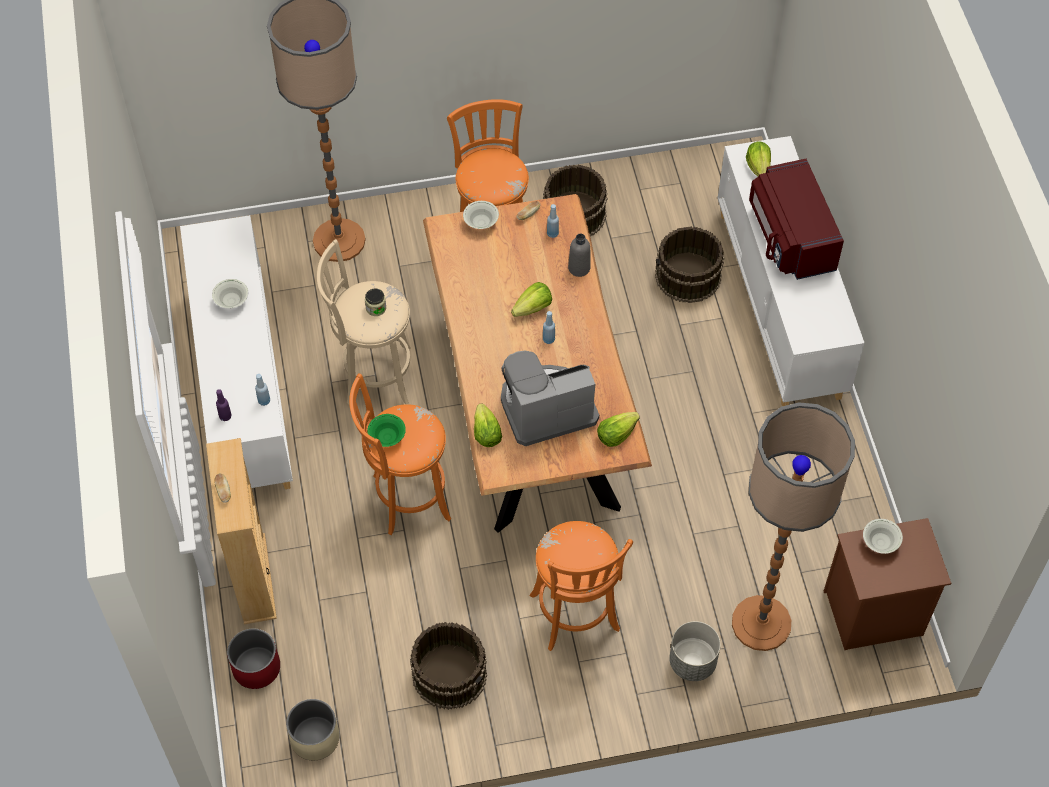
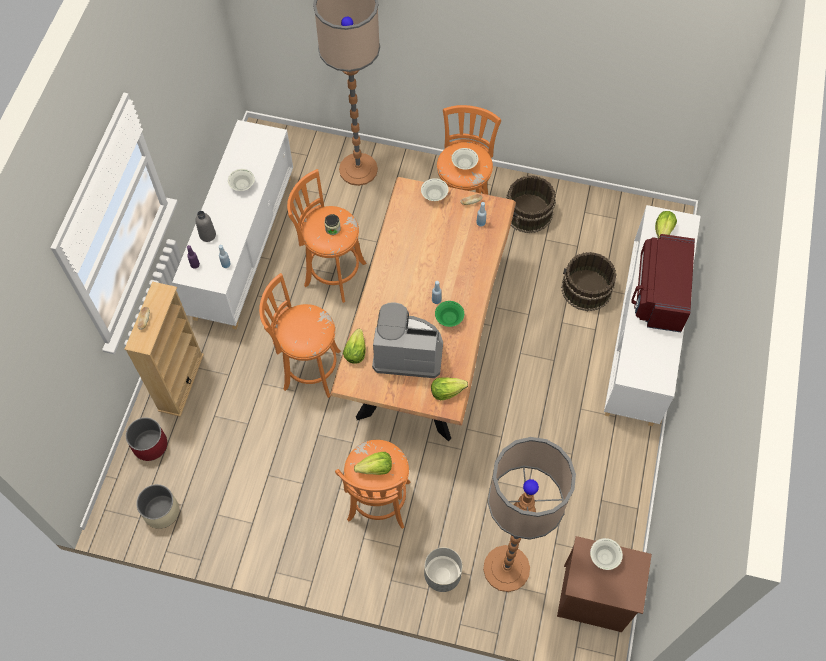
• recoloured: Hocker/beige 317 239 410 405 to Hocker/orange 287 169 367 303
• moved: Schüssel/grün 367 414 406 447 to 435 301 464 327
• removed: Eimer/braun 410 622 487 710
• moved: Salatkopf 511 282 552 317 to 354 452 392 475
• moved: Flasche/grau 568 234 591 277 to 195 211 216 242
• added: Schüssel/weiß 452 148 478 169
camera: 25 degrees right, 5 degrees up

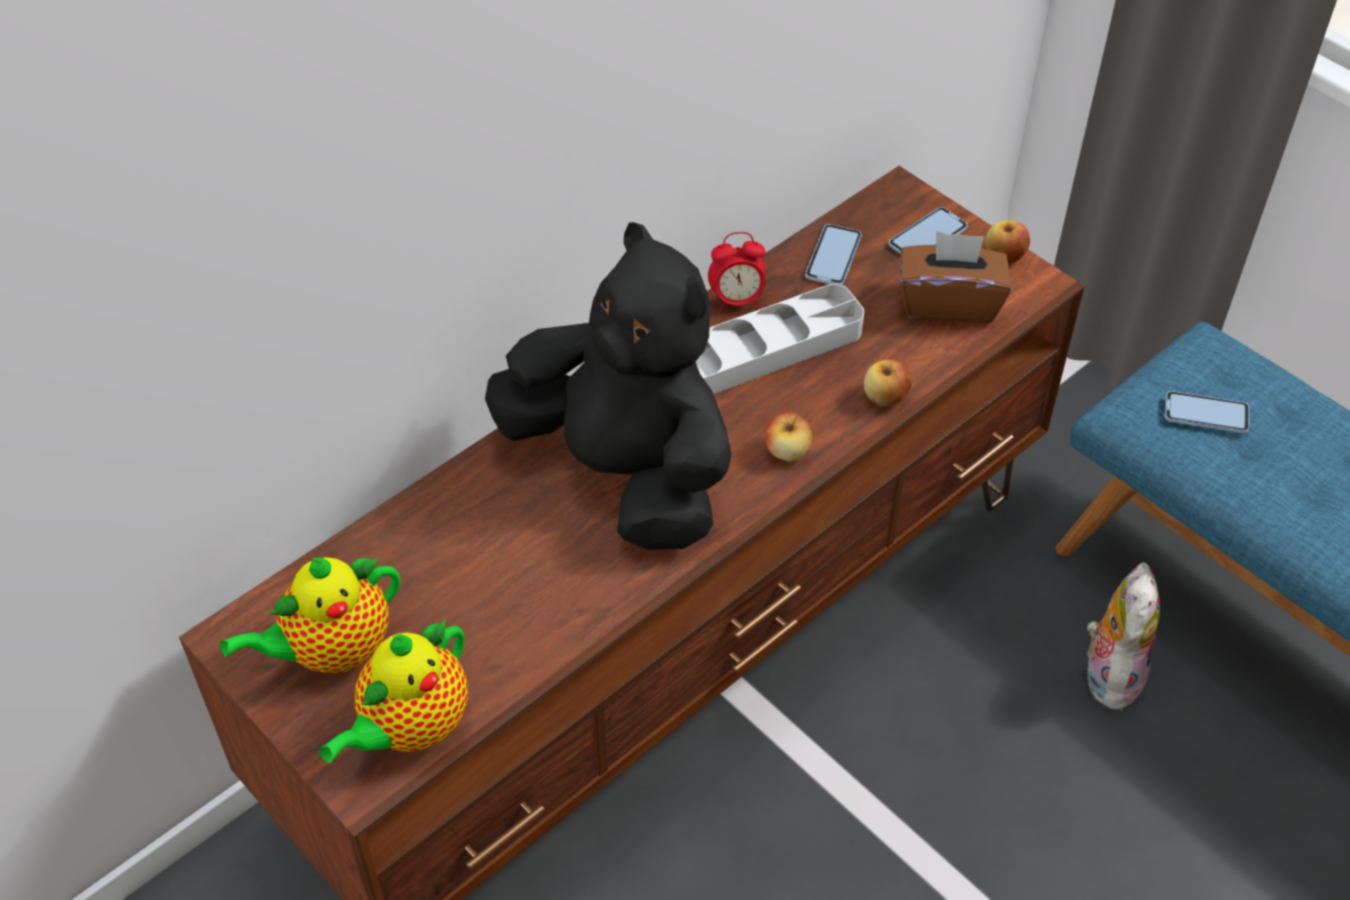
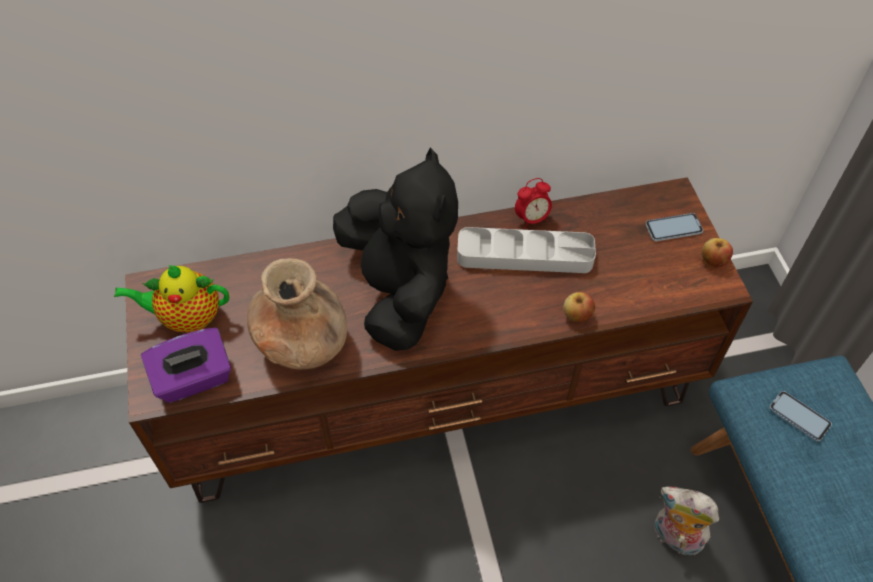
• replaced: Teekanne 319 619 468 763 to Taschentuchbox/lila 141 328 231 403
• turned: Wecker 708 232 766 311 = 515 178 552 229 45 degrees counterclockwise
• removed: Apfel 765 411 813 461
• removed: Handy 805 224 862 285
• removed: Taschentuchbox/braun 900 231 1012 323
• turned: Plüschtier 1087 562 1160 711 = 654 486 719 555 105 degrees counterclockwise
• added: Vase/braun 247 258 347 370
camera: 30 degrees right, 5 degrees up

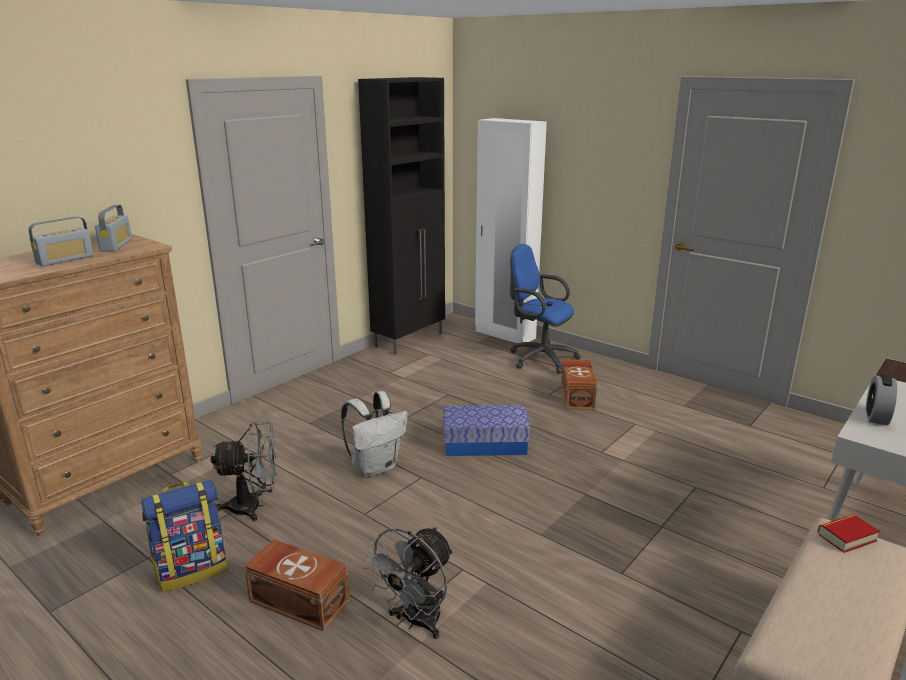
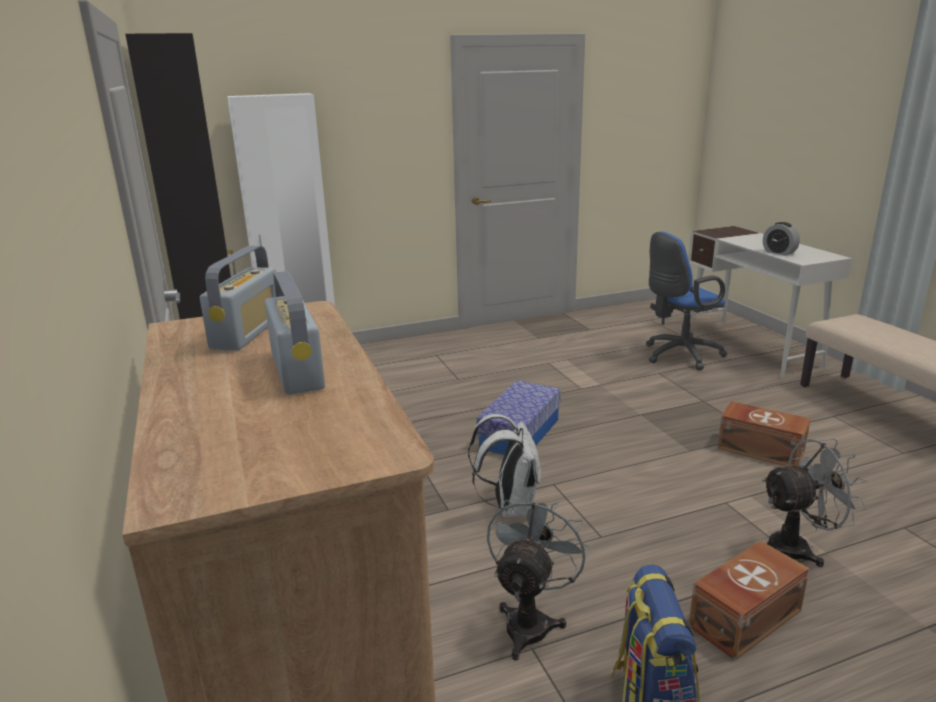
• turned: Radio 95 205 132 252 = 200 246 276 351 75 degrees clockwise
• turned: Ventilator/grau 363 527 453 639 = 762 439 867 567 75 degrees counterclockwise
• moved: Bürostuhl/blau 510 244 581 374 to 646 232 727 370
• moved: Aufbewahrungsbox/braun 561 359 597 410 to 717 401 811 467
• removed: Buch 818 514 880 553
camera: 60 degrees left, 0 degrees up

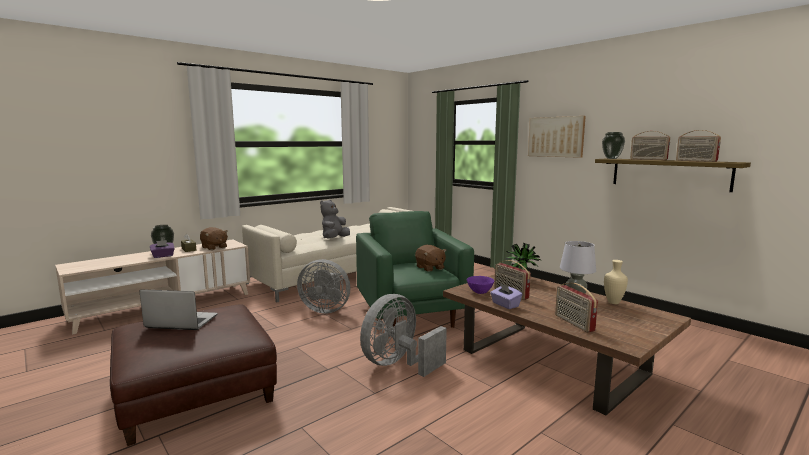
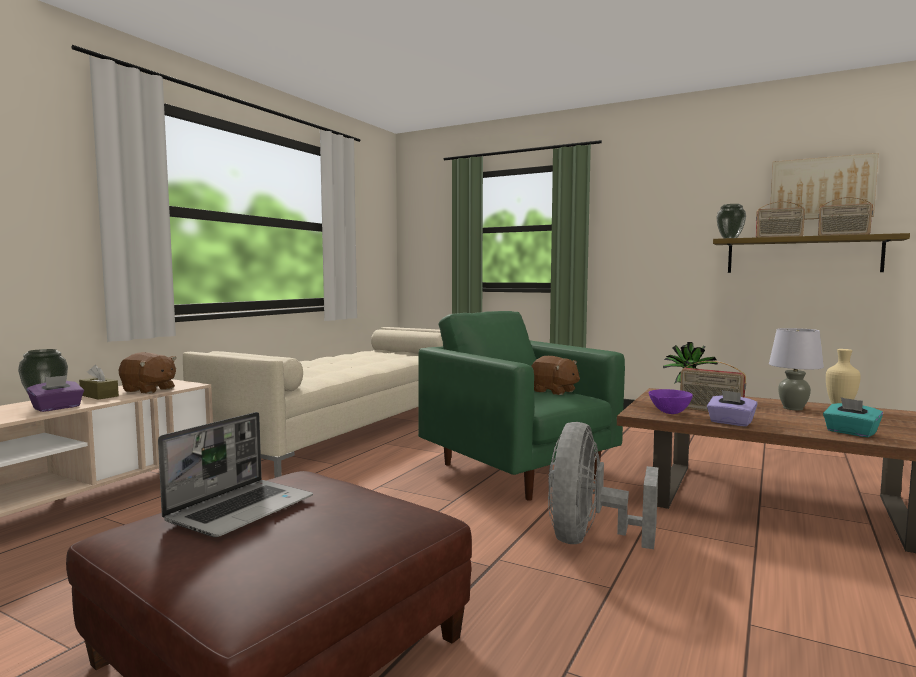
• turned: Laptop 139 289 218 330 = 158 412 313 537 135 degrees clockwise
• removed: Ventilator/grau 297 259 350 314
• removed: Plüschtier/grau 320 200 350 238
• moved: Bild 528 116 586 158 to 770 153 878 219
• replaced: Radio 555 283 598 332 to Taschentuchbox/türkis 823 397 883 437
camera: 20 degrees left, 5 degrees down

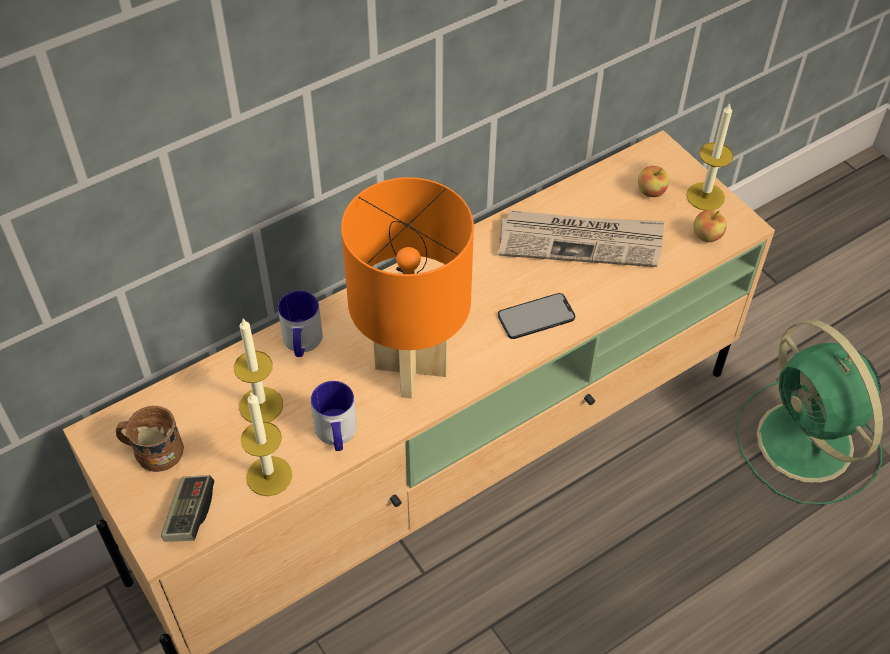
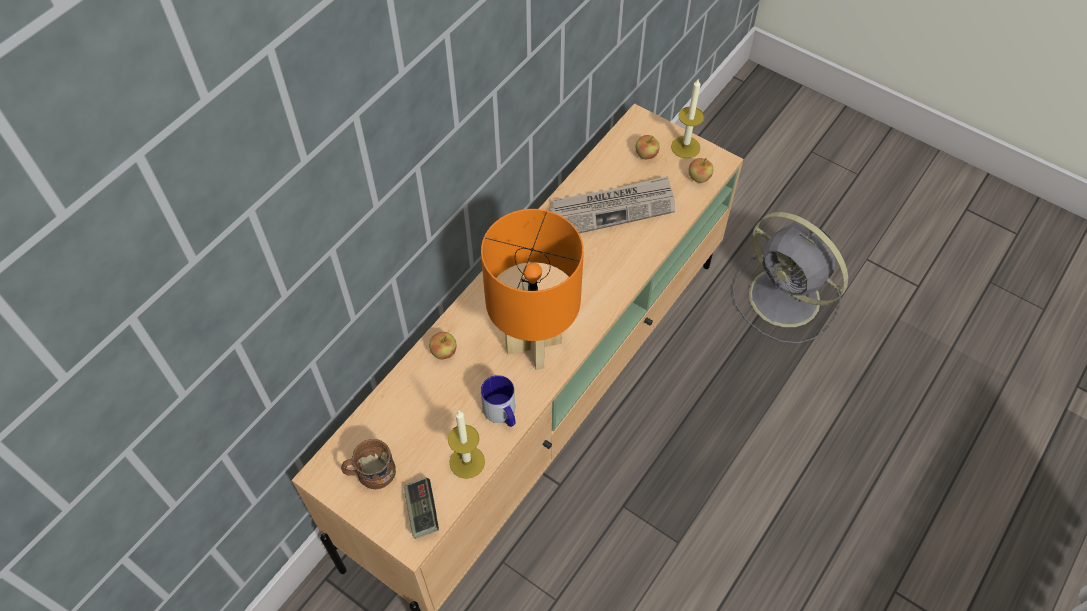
• removed: Kerze 234 319 283 423
• replaced: Henkelbecher 278 291 323 357 to Apfel 429 332 457 359
• removed: Handy 498 293 575 339
• recoloured: Ventilator/grün 735 319 883 505 to Ventilator/grau 732 212 848 344
camera: 20 degrees left, 5 degrees up

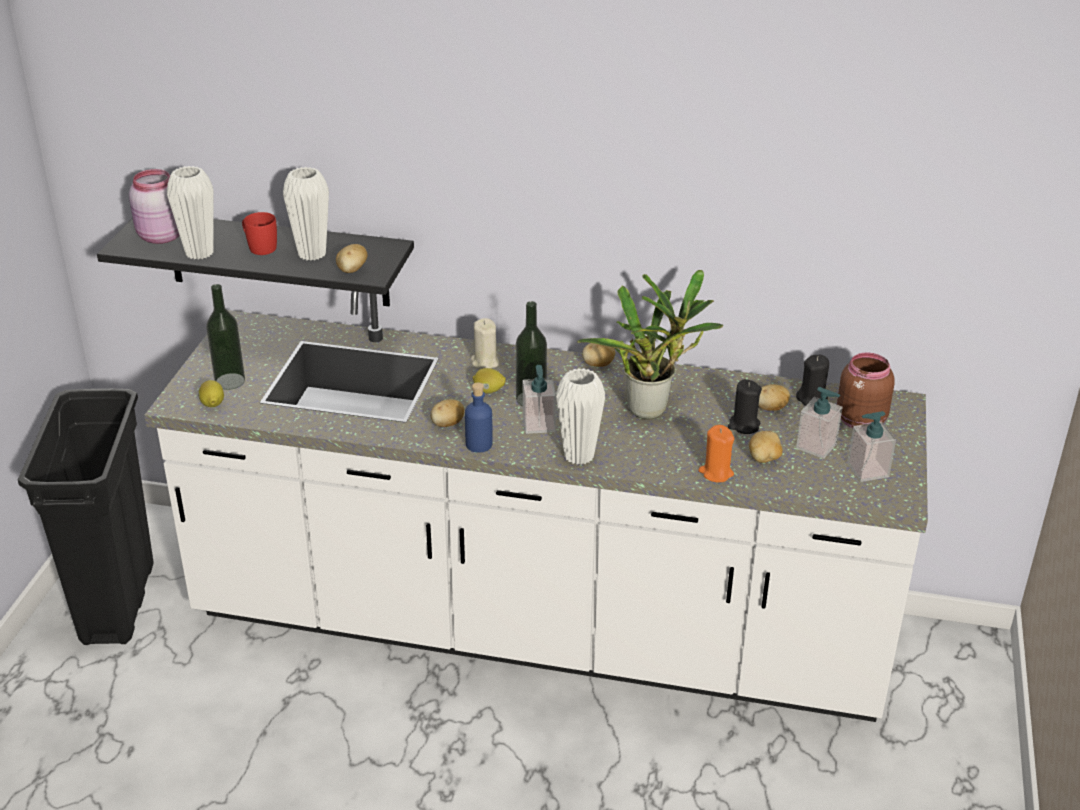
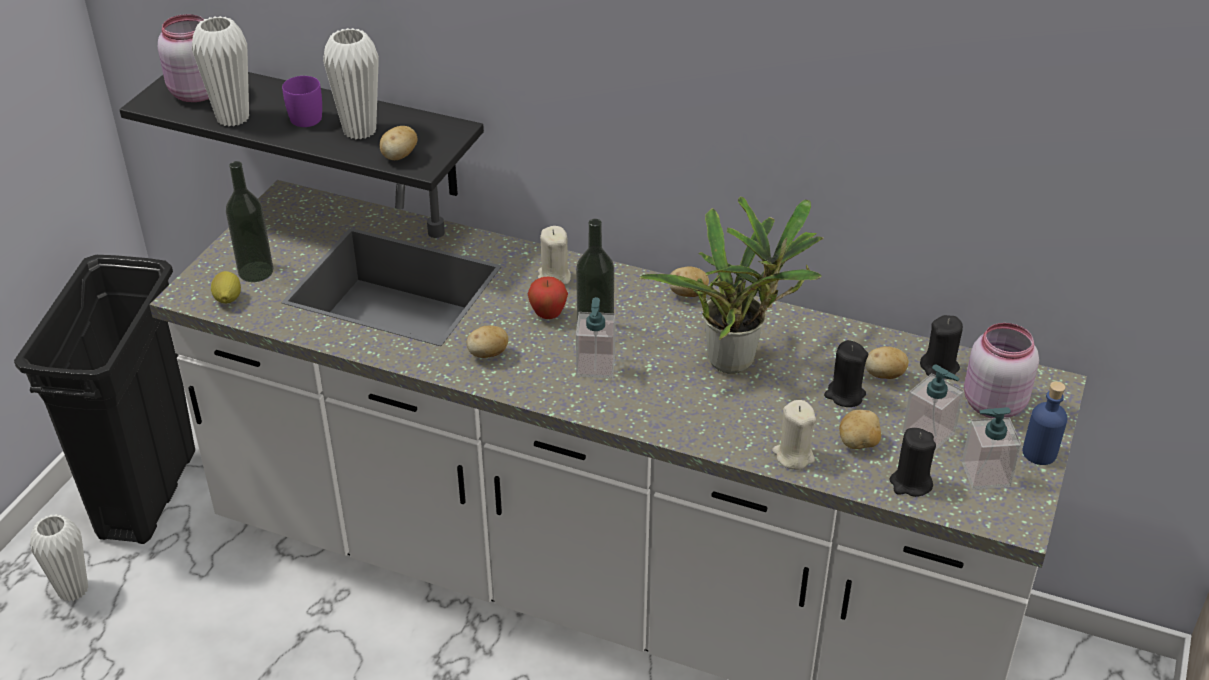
• recoloured: Henkelbecher/rot 242 212 277 255 to Henkelbecher/lila 282 76 322 127
• moved: Flasche/blau 465 383 493 453 to 1022 381 1067 465
• replaced: Zitrone 473 368 506 393 to Apfel 527 277 568 319
• moved: Vase/weiß 556 368 605 465 to 30 514 88 602
• recoloured: Kerze/orange 698 425 735 482 to Kerze/beige 772 400 816 470
• recoloured: Vorratsglas/braun 837 353 895 428 to Vorratsglas/rosa 964 323 1039 418
• added: Kerze/schwarz 890 428 936 497
camera: 10 degrees right, 5 degrees up

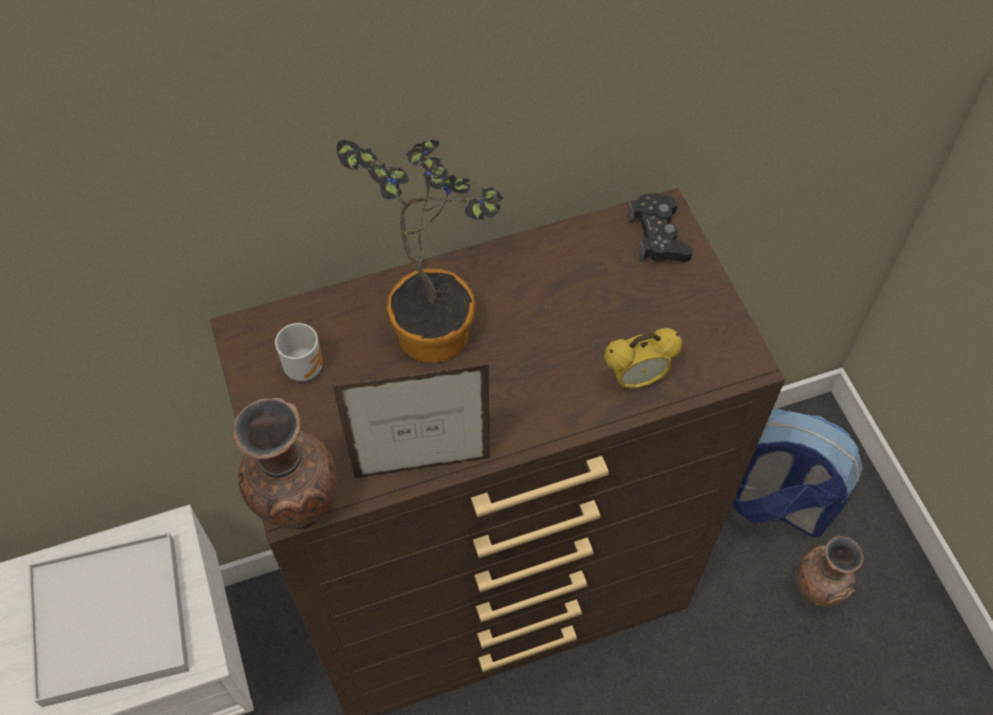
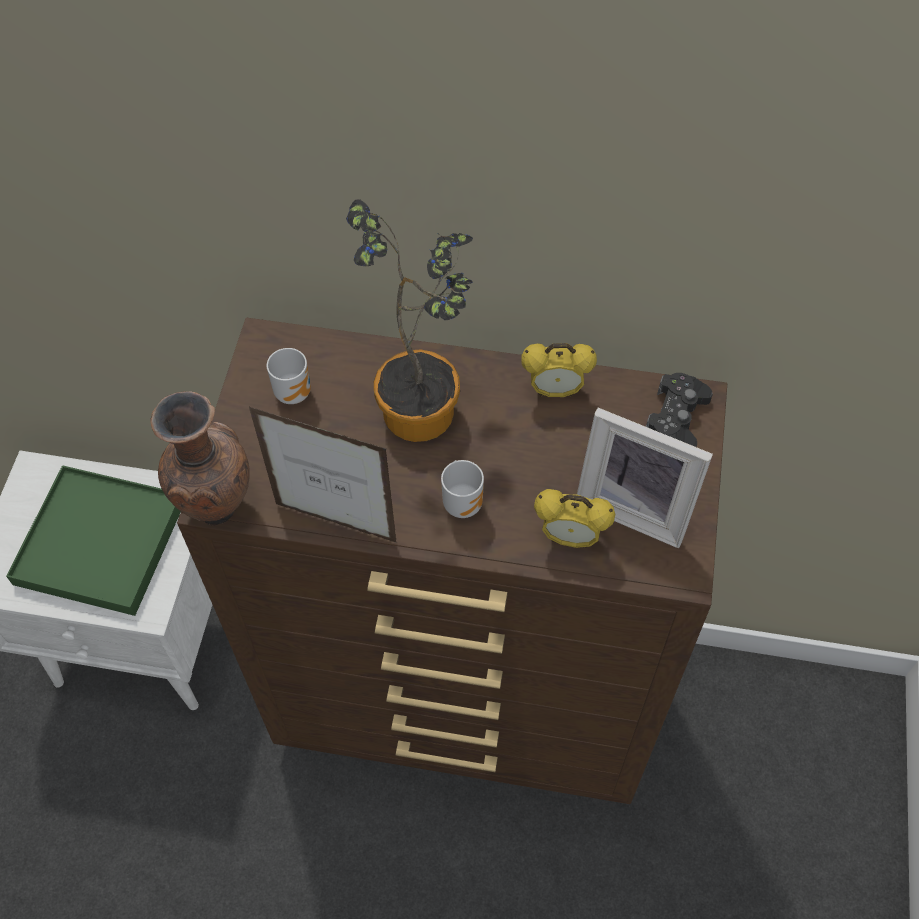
• recoloured: Tablett/weiß 28 532 189 707 to Tablett/grün 6 465 181 616
• removed: Rucksack 732 409 863 537
• removed: Vase/braun 797 536 864 607
• added: Henkelbecher 441 460 484 518
• added: Wecker 521 343 597 397
• added: Bilderrahmen 577 408 713 548
camera: 30 degrees right, 0 degrees up

